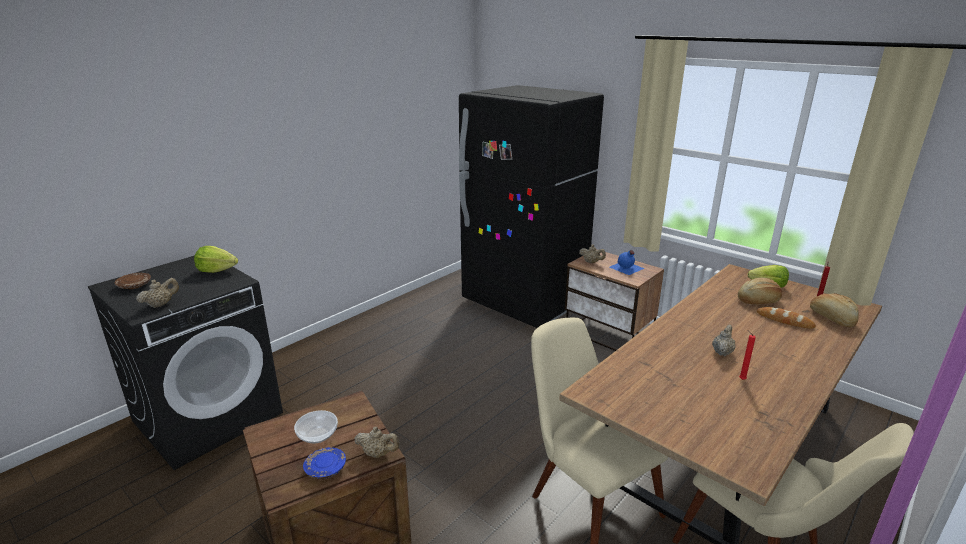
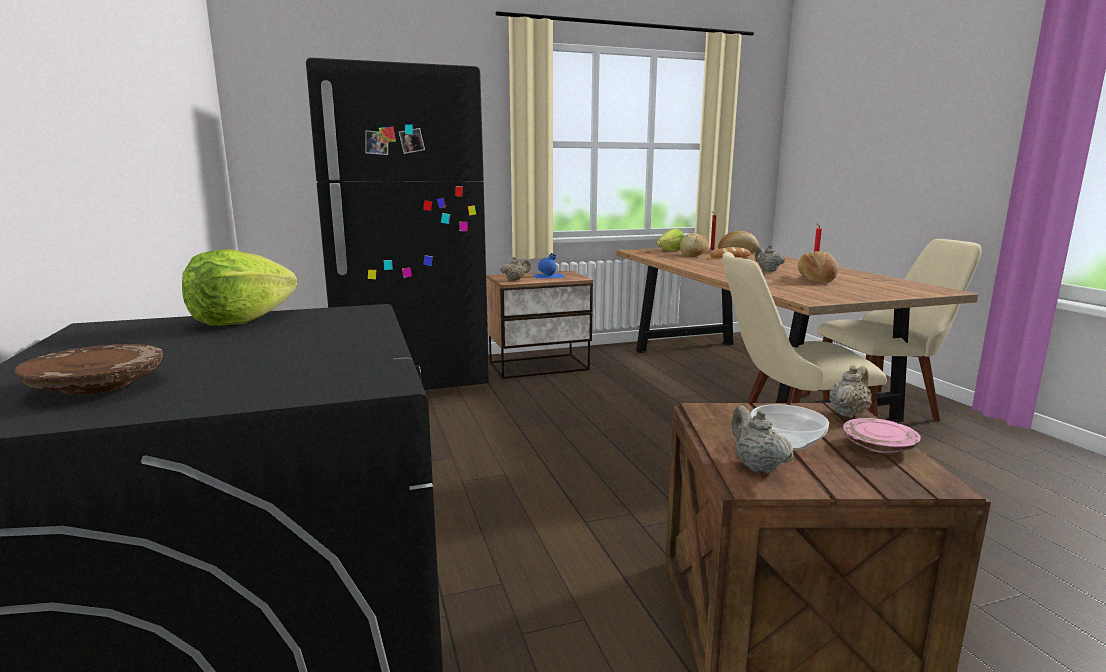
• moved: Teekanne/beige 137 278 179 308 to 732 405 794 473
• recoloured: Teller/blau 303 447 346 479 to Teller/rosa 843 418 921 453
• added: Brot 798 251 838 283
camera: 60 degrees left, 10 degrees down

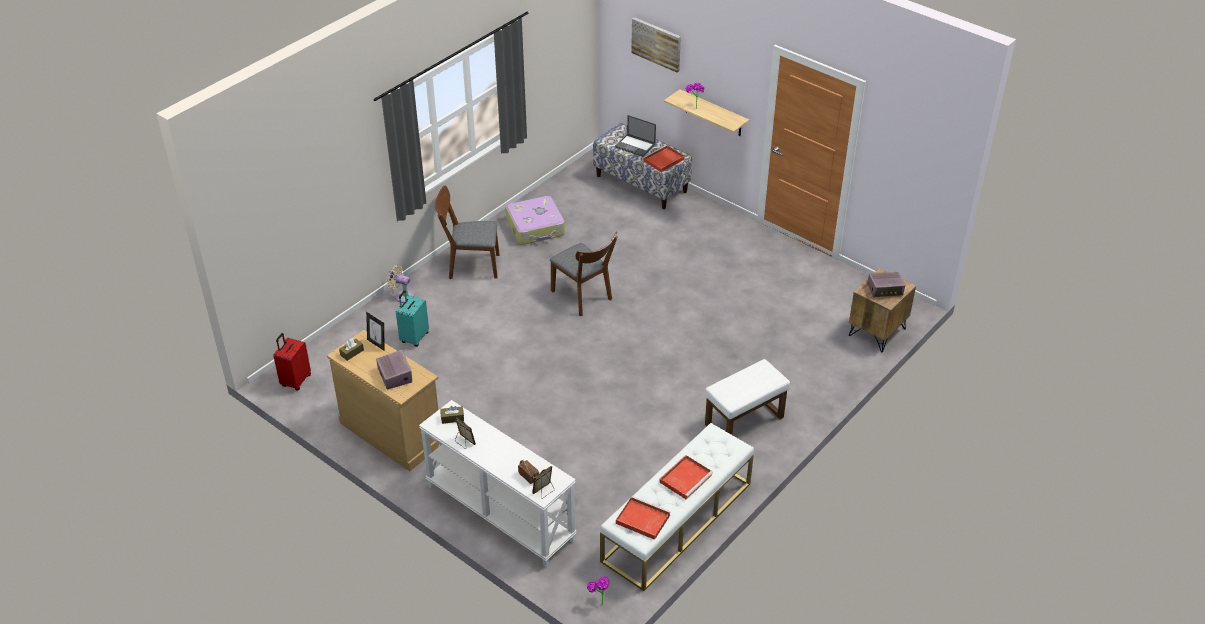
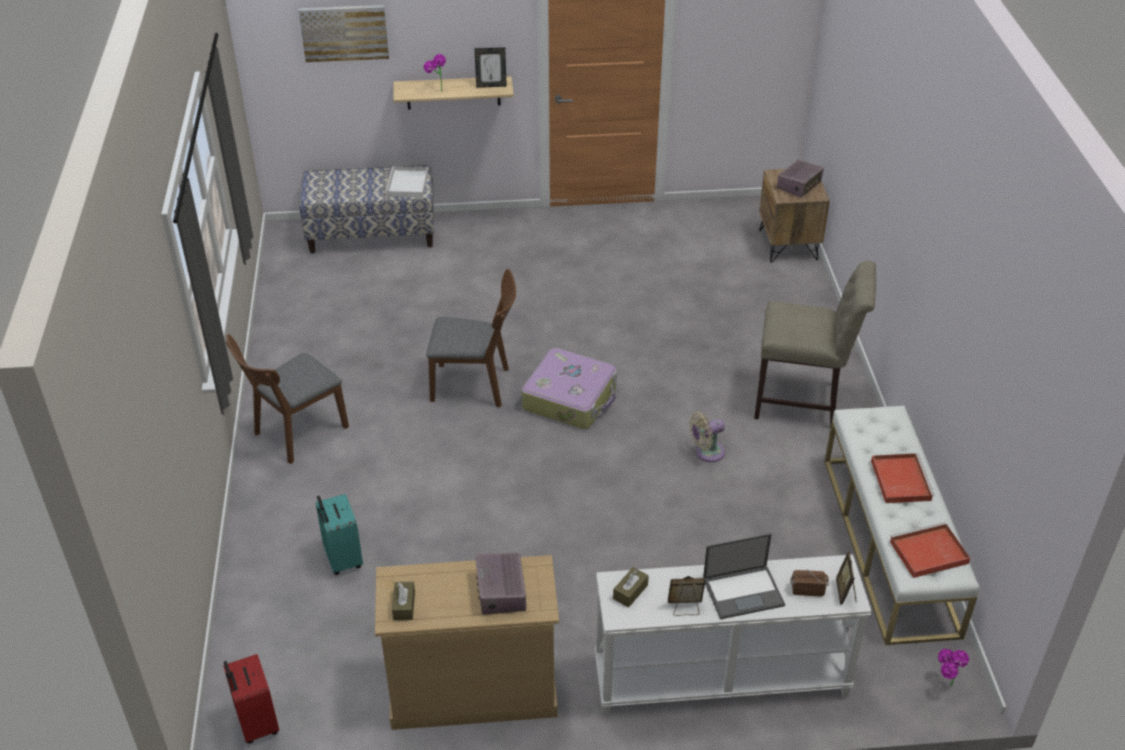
• moved: Bilderrahmen 366 312 385 351 to 474 47 507 88
• turned: Radio 376 350 412 389 = 475 553 527 615 120 degrees counterclockwise
• moved: Ventilator/beige 387 265 414 303 to 689 412 725 462
• moved: Koffer 506 196 565 245 to 522 348 617 429
• moved: Laptop 615 115 656 157 to 703 534 785 620
• recoloured: Tablett/rot 643 145 685 172 to Tablett/weiß 385 166 428 198
• replaced: Polsterhocker/weiß 705 359 790 435 to Stuhl/beige 754 261 876 428
camera: 45 degrees left, 0 degrees up

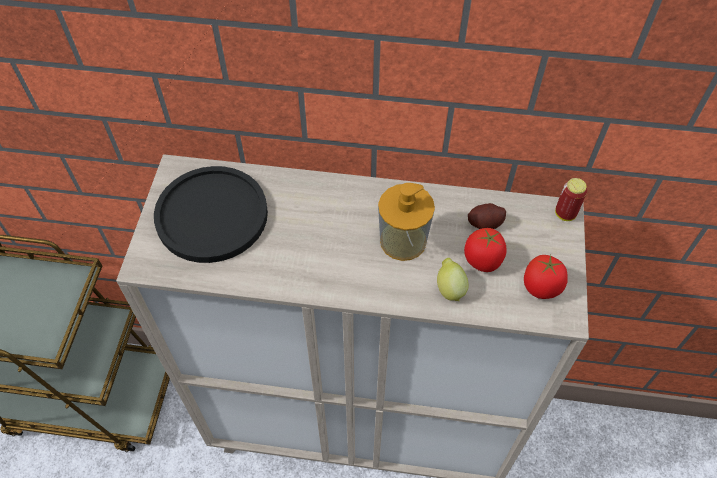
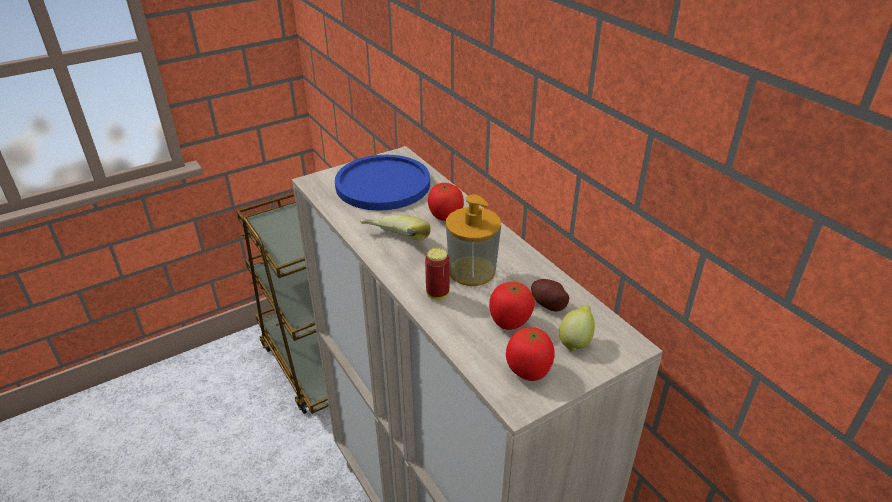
• recoloured: Teller/schwarz 154 166 268 263 to Teller/blau 335 155 430 211
• moved: Zitrone 437 258 469 301 to 559 305 595 352
• moved: Dose 555 178 587 221 to 425 248 450 299
• added: Banane 360 215 430 241
• added: Tomate 428 183 464 221
camera: 50 degrees right, 20 degrees down

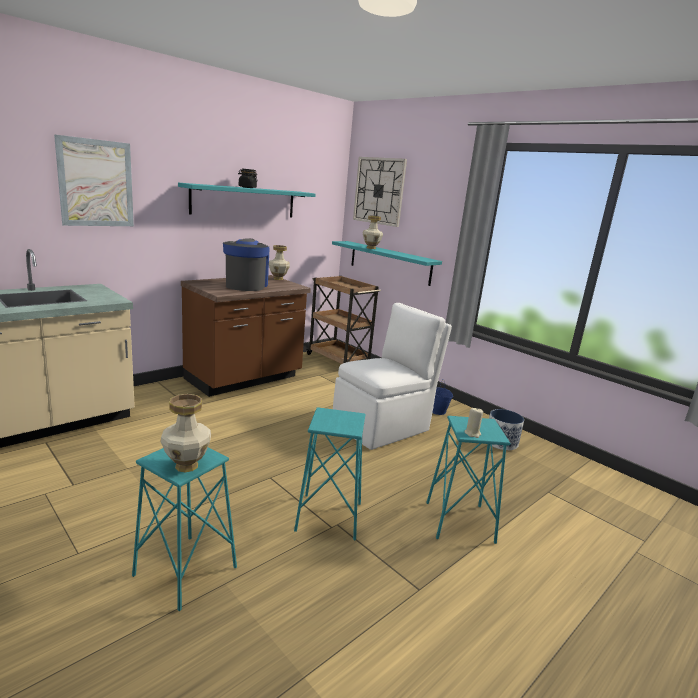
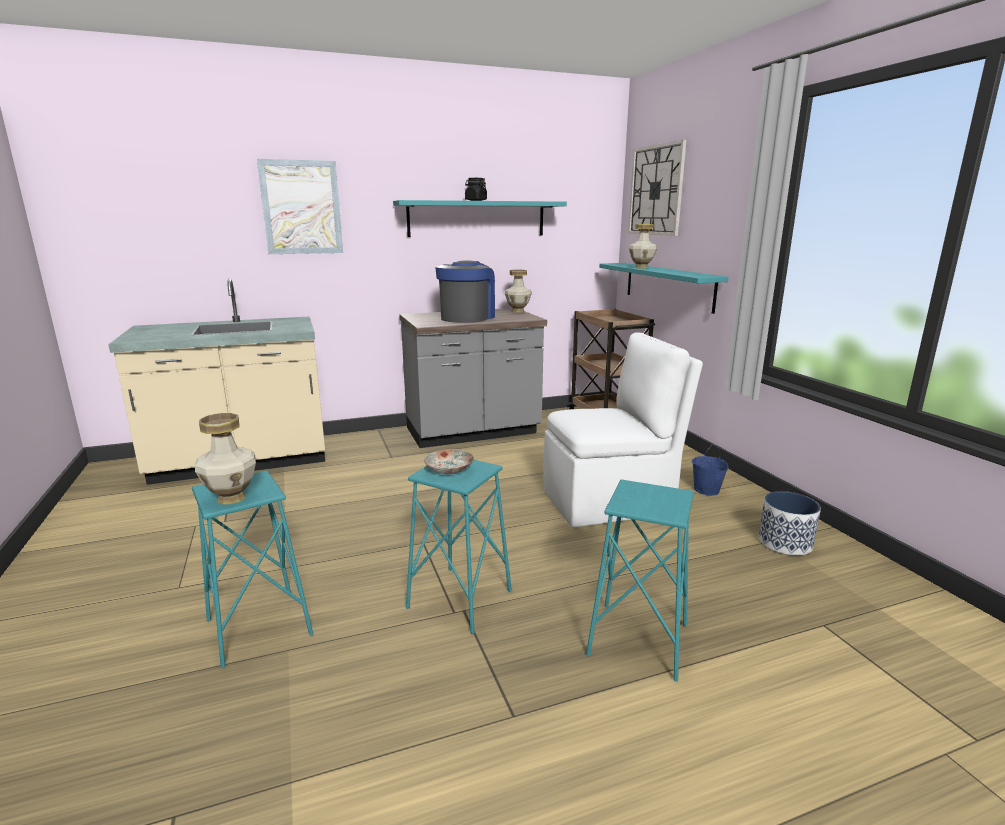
• recoloured: Küchenzeile/braun 181 275 311 397 to Küchenzeile/grau 399 308 547 448
• removed: Kerze/beige 464 407 483 438
• added: Teller 424 449 474 475
camera: 25 degrees right, 0 degrees up

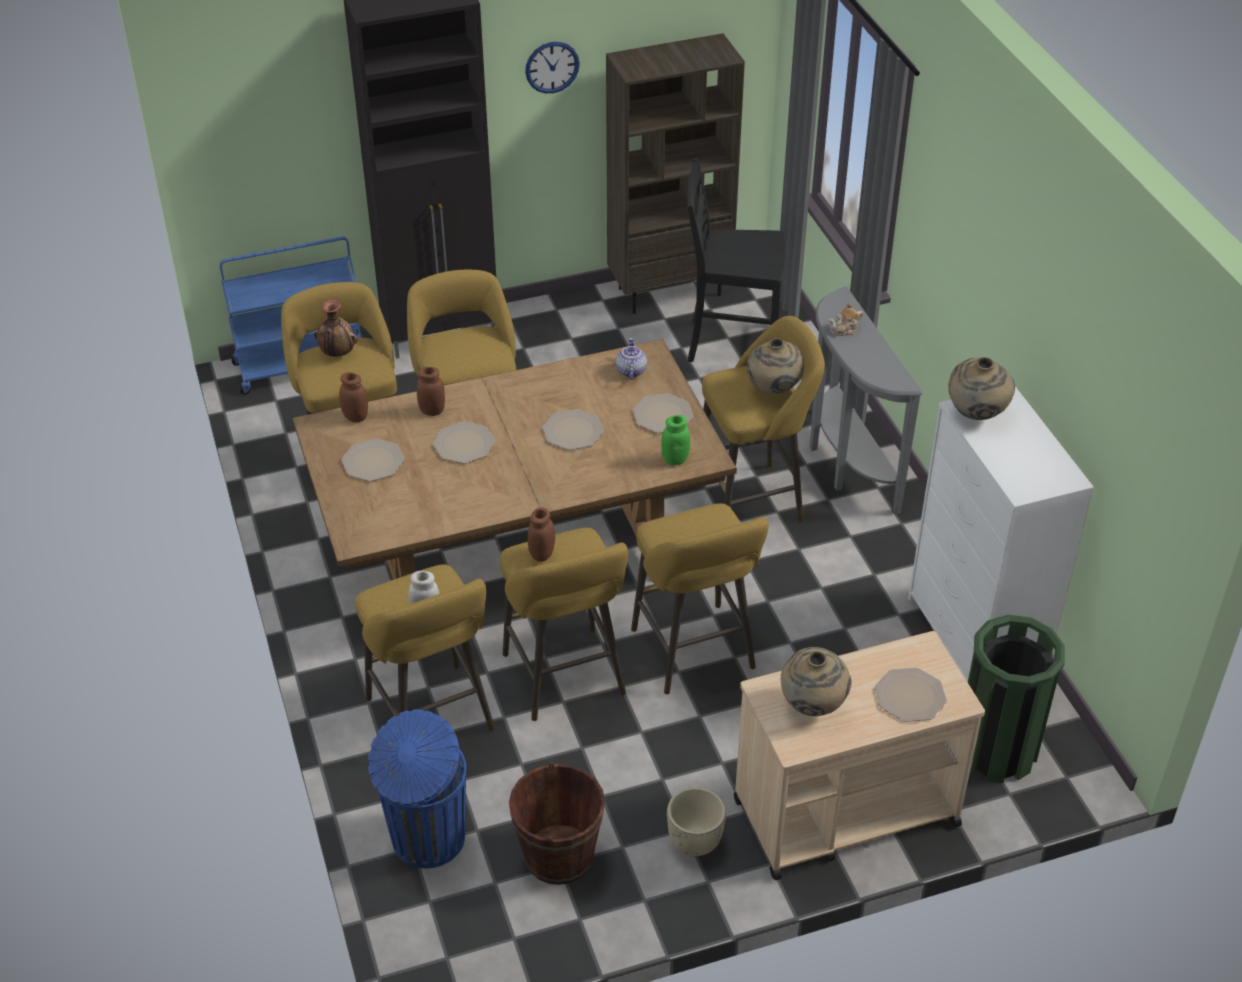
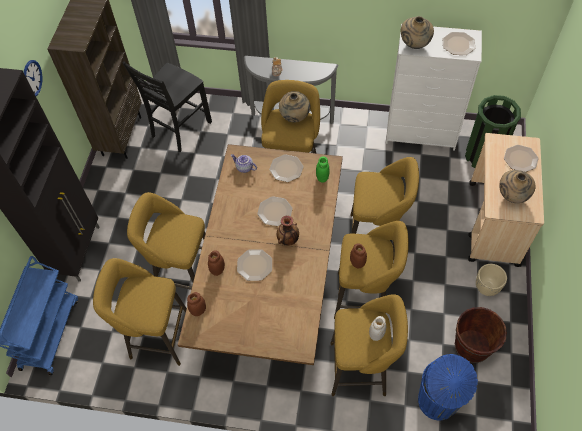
• moved: Vase 314 300 358 357 to 277 216 299 246
• moved: Teller 341 439 405 481 to 443 32 475 55
camera: 60 degrees left, 15 degrees up

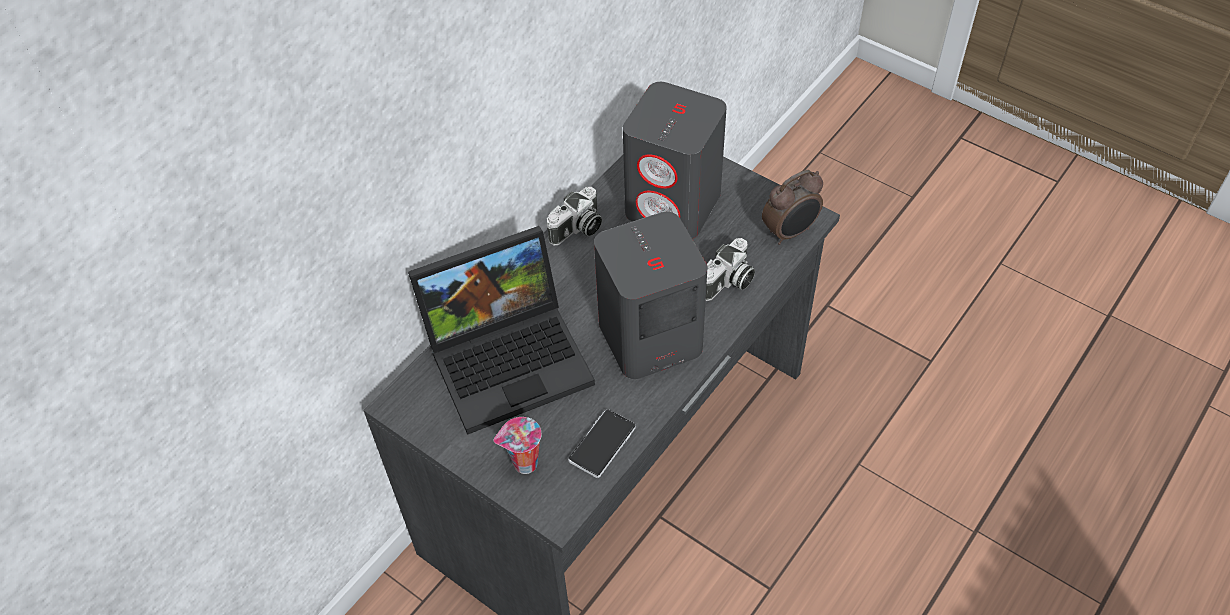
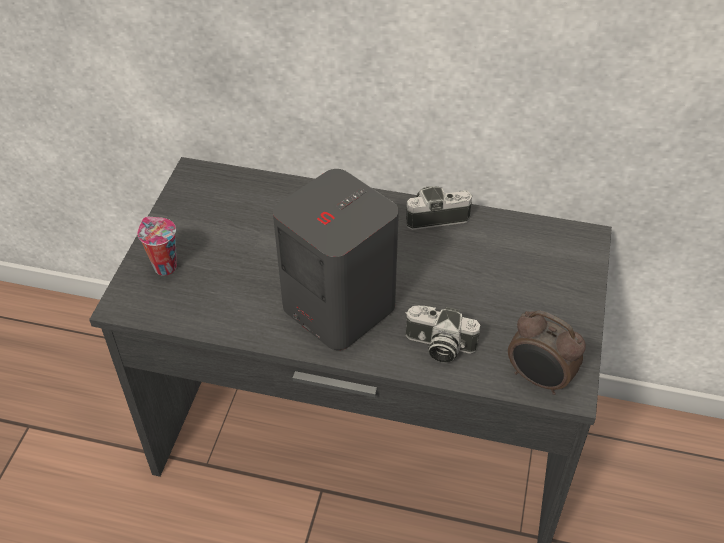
• removed: Laptop 408 226 595 435
• turned: Kamera 547 187 602 246 = 406 186 473 230 150 degrees clockwise
• removed: Handy 569 409 635 478
• removed: Lautsprecher/grau 623 82 727 239
camera: 65 degrees right, 5 degrees down

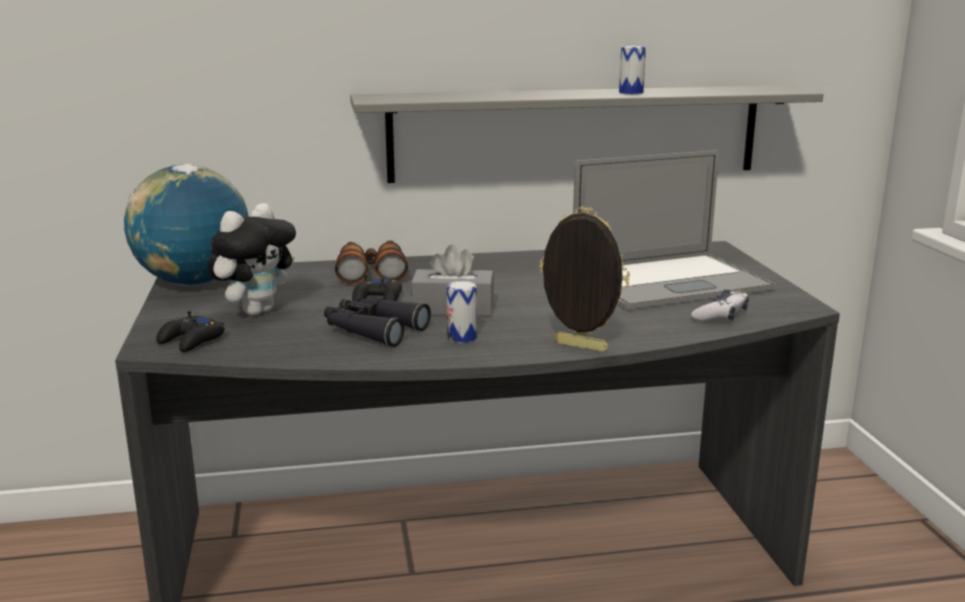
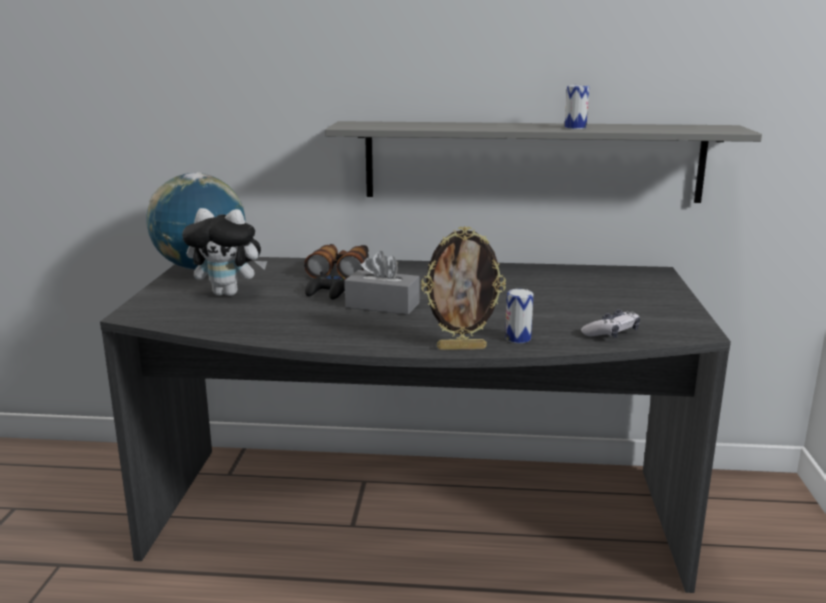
• removed: Gamepad/schwarz 156 311 225 352
• turned: Plüschtier 207 203 296 315 = 182 208 267 296 45 degrees clockwise
• removed: Fernglas/schwarz 324 297 431 347
• moved: Dose 447 281 477 343 to 505 289 533 343
• turned: Bilderrahmen 539 207 630 352 = 421 226 506 350 135 degrees clockwise
• removed: Laptop 573 150 776 310
camera: 15 degrees right, 0 degrees up

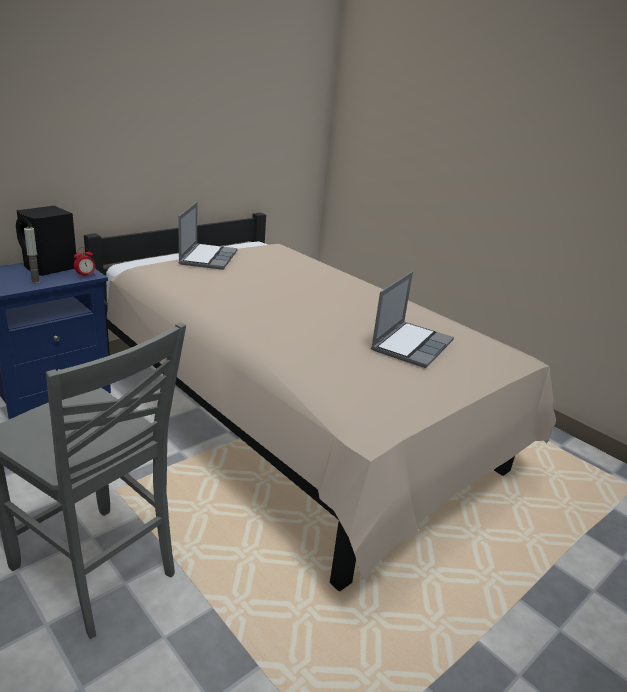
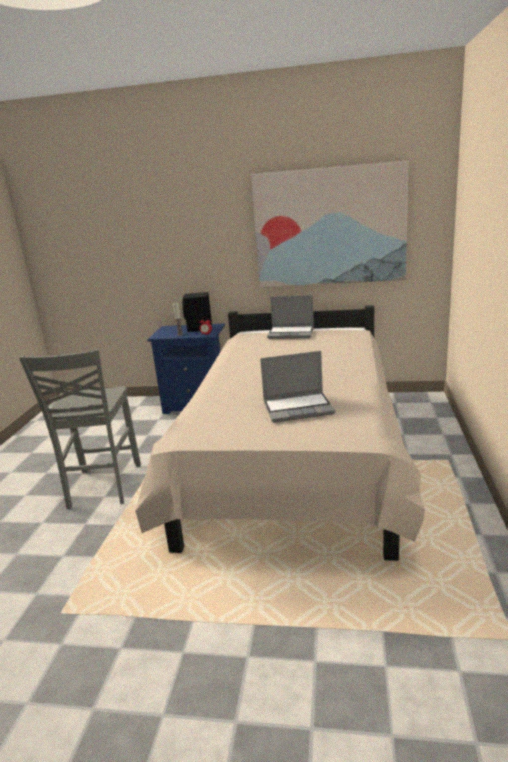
• turned: Laptop 178 202 238 270 = 267 295 314 339 45 degrees clockwise
• added: Bild 251 161 409 287
camera: 55 degrees right, 5 degrees down

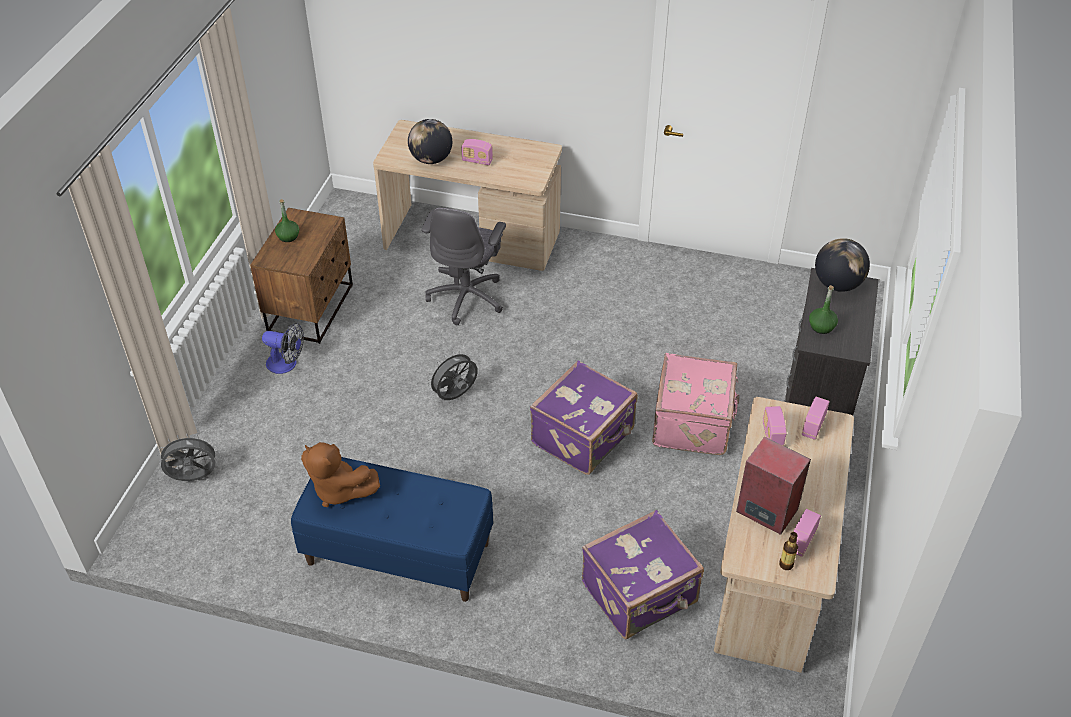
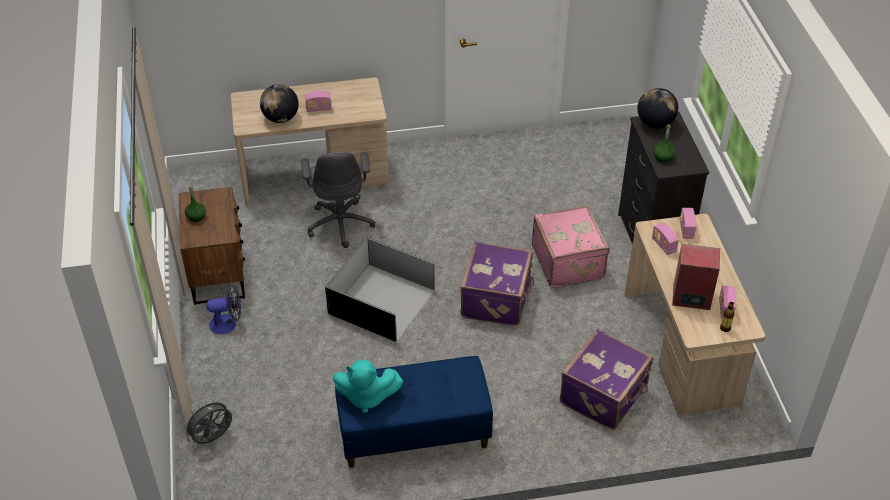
• recoloured: Plüschtier/braun 301 442 380 507 to Plüschtier/türkis 333 360 403 413
• replaced: Ventilator/grau 427 350 478 400 to Aufbewahrungsbox/schwarz 325 236 435 342
camera: 25 degrees left, 0 degrees up

